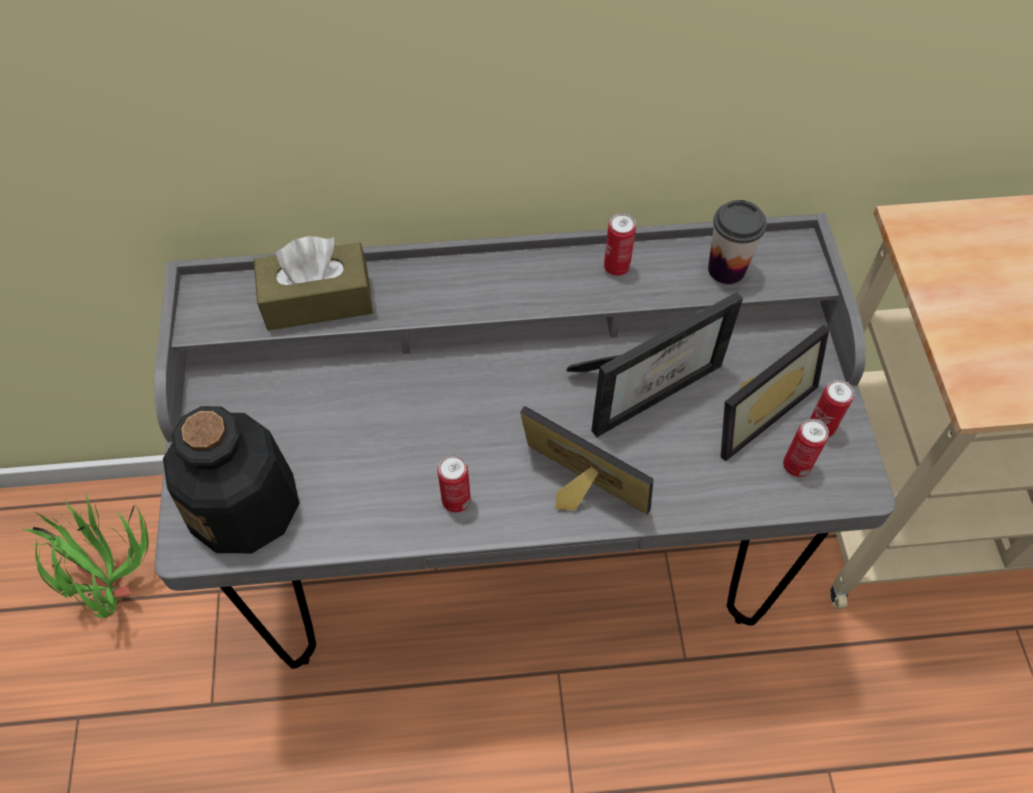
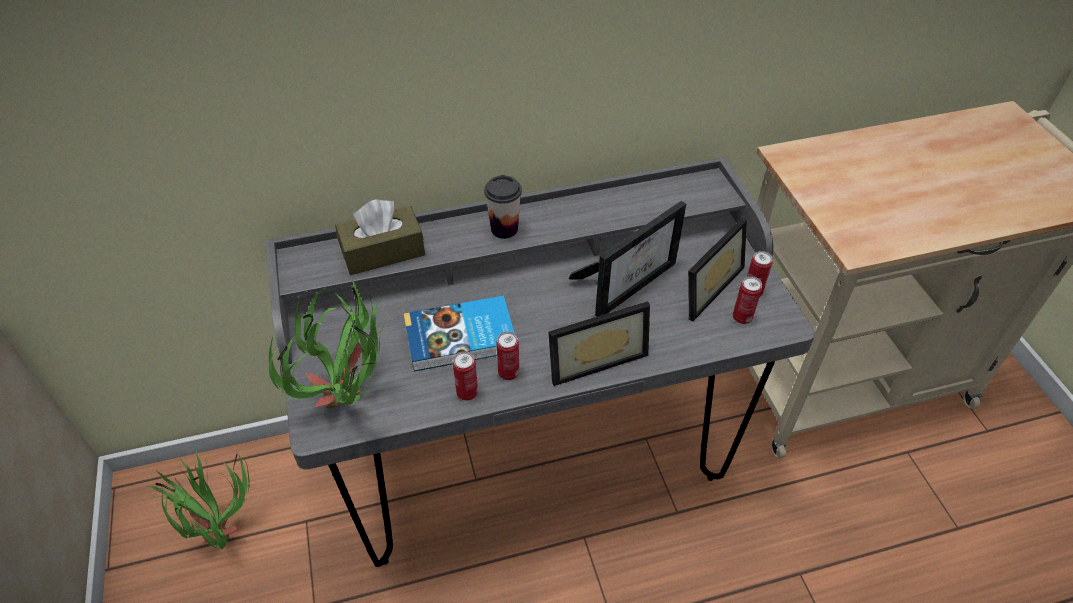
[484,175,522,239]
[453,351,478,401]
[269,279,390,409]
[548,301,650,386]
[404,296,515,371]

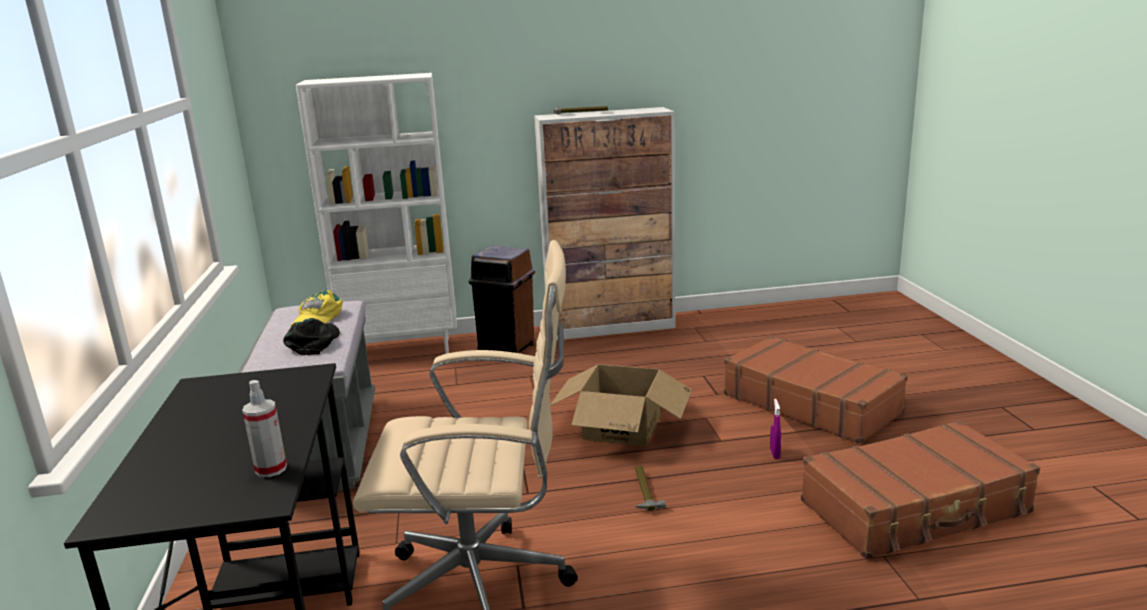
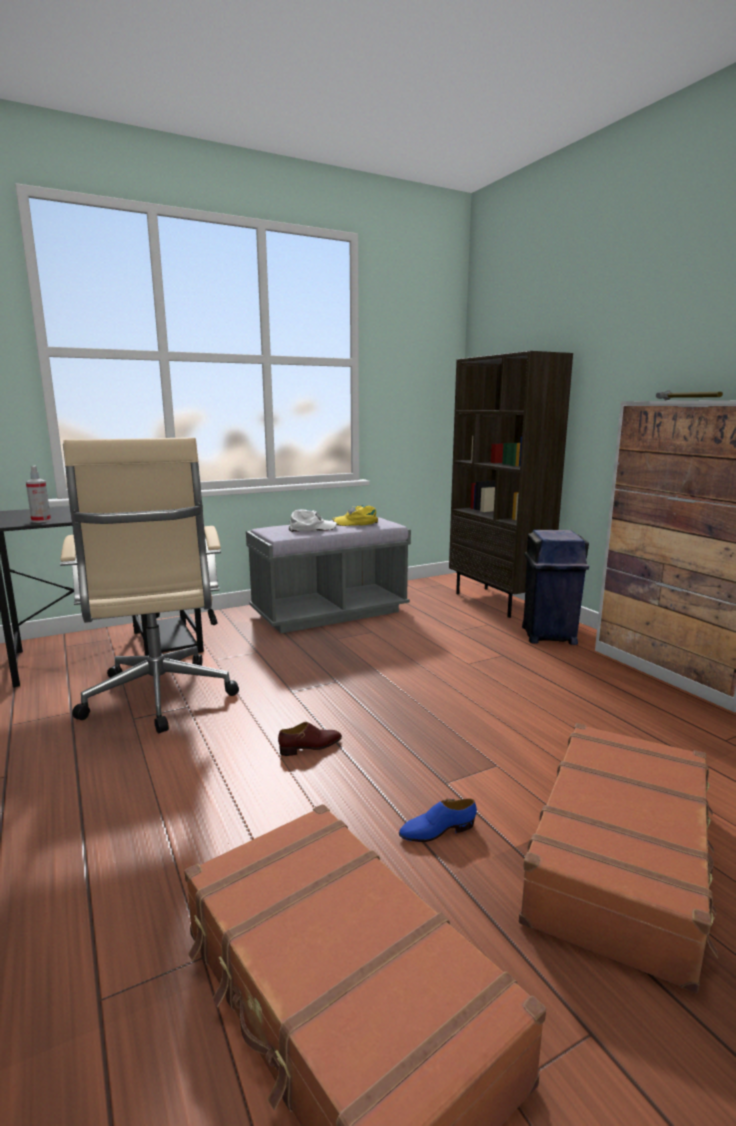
[449,351,573,618]
[522,530,589,645]
[289,509,337,532]
[550,364,692,446] (first image)
[399,799,477,842]
[278,722,342,756]

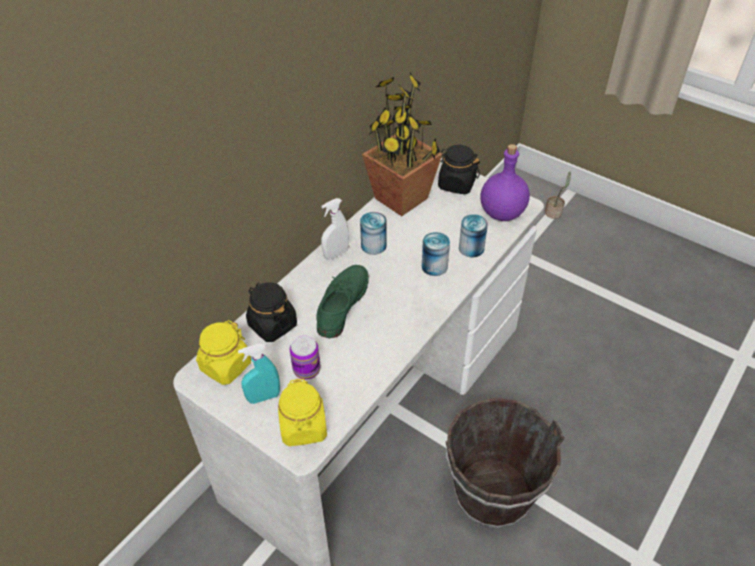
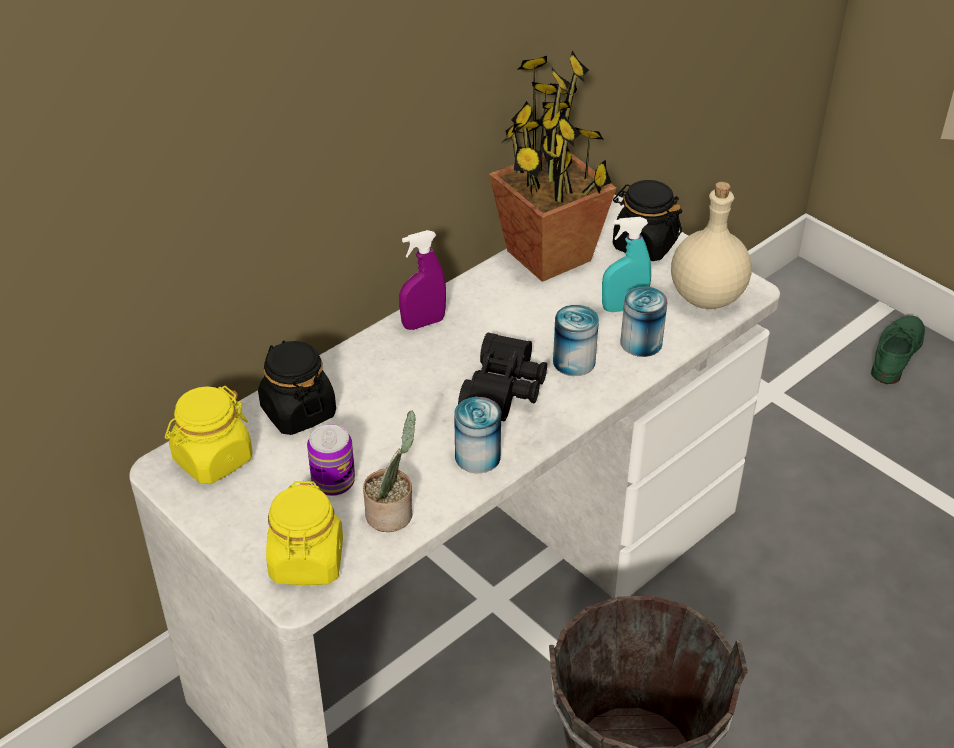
[671,182,752,309]
[363,411,416,532]
[399,230,446,330]
[454,397,501,473]
[871,316,925,384]
[602,217,651,312]
[458,333,547,421]

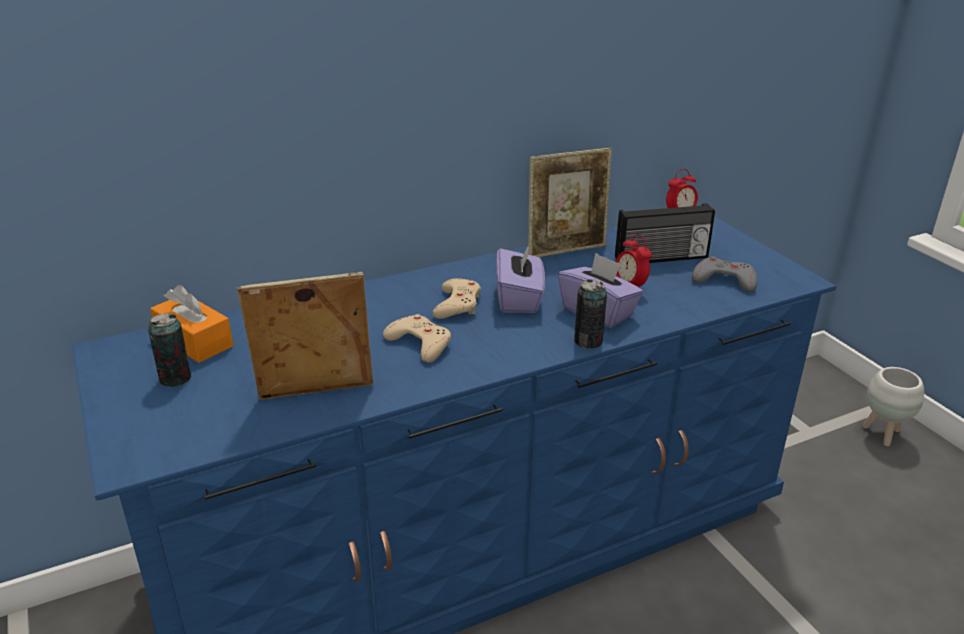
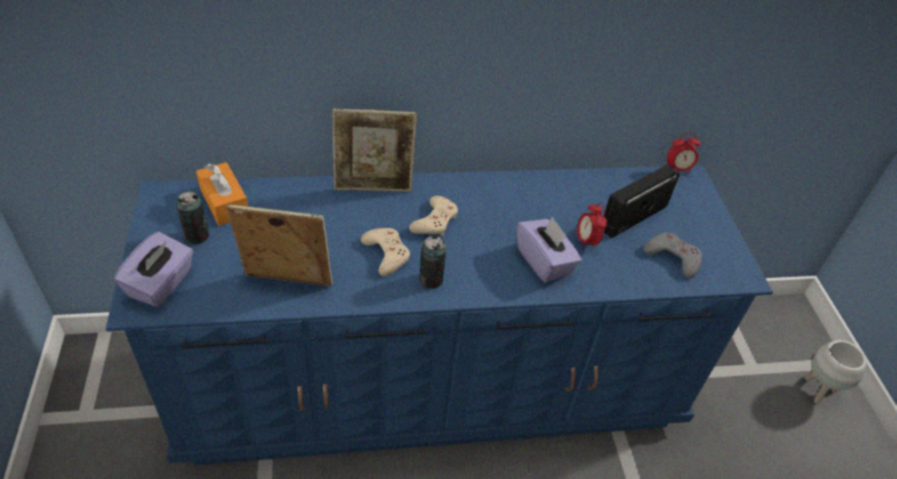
[333,109,417,192]
[604,164,680,238]
[114,231,194,307]
[419,236,446,289]

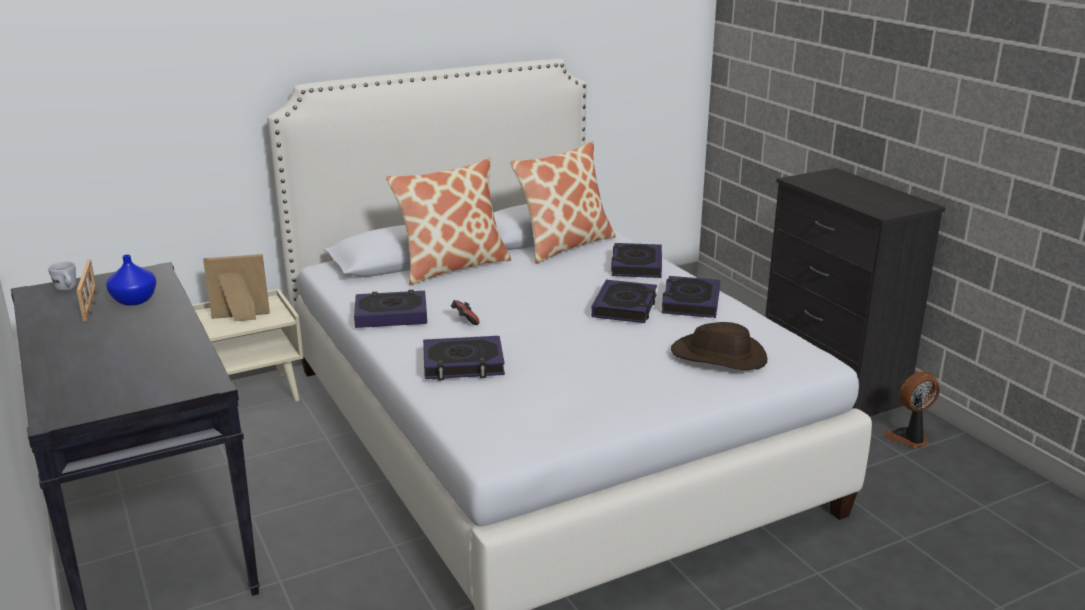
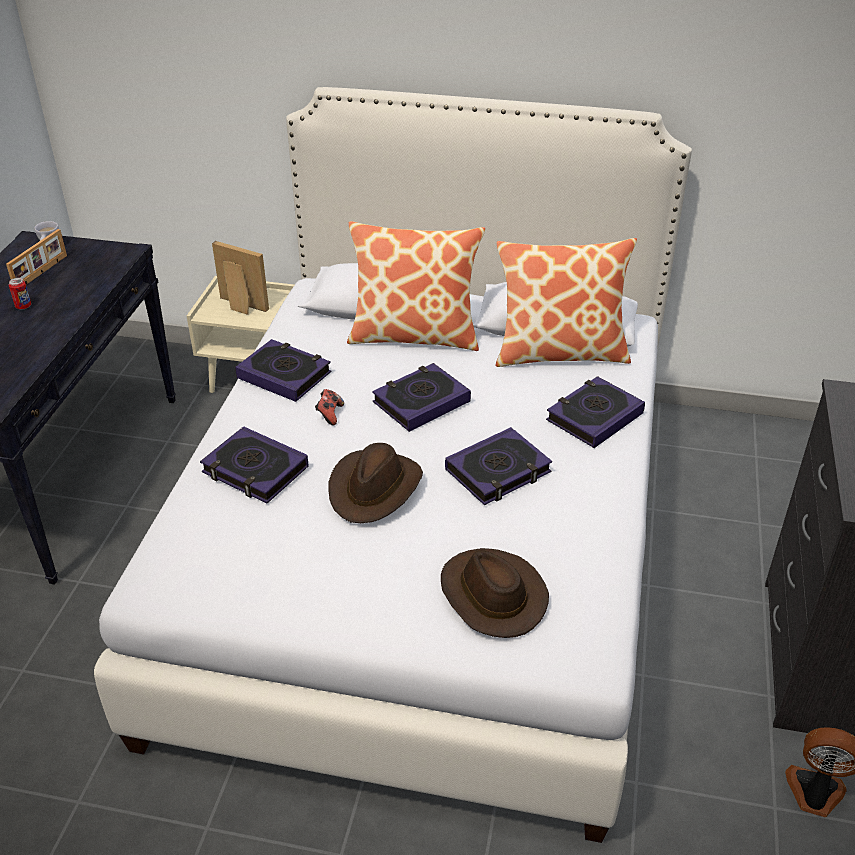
[106,254,156,306] (first image)
[372,363,471,432]
[9,278,31,310]
[329,443,423,523]

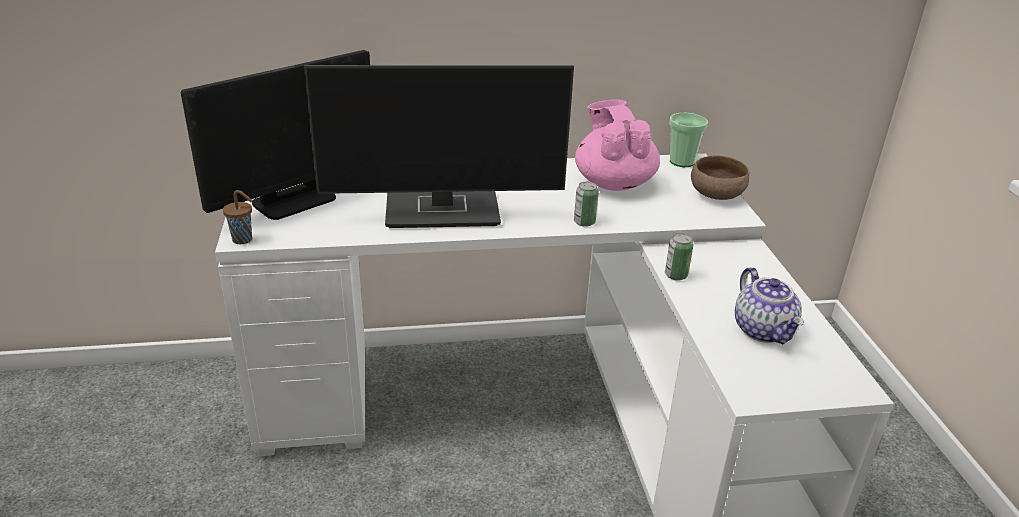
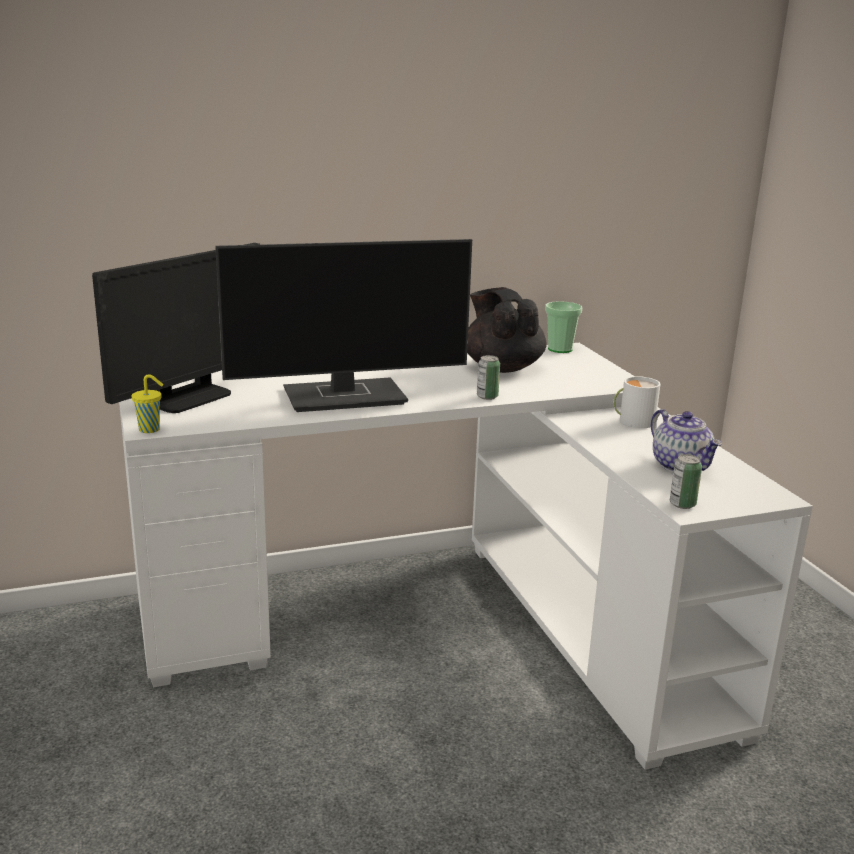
[467,287,547,373]
[691,155,749,200] (first image)
[131,374,163,433]
[670,454,702,509]
[613,376,661,428]

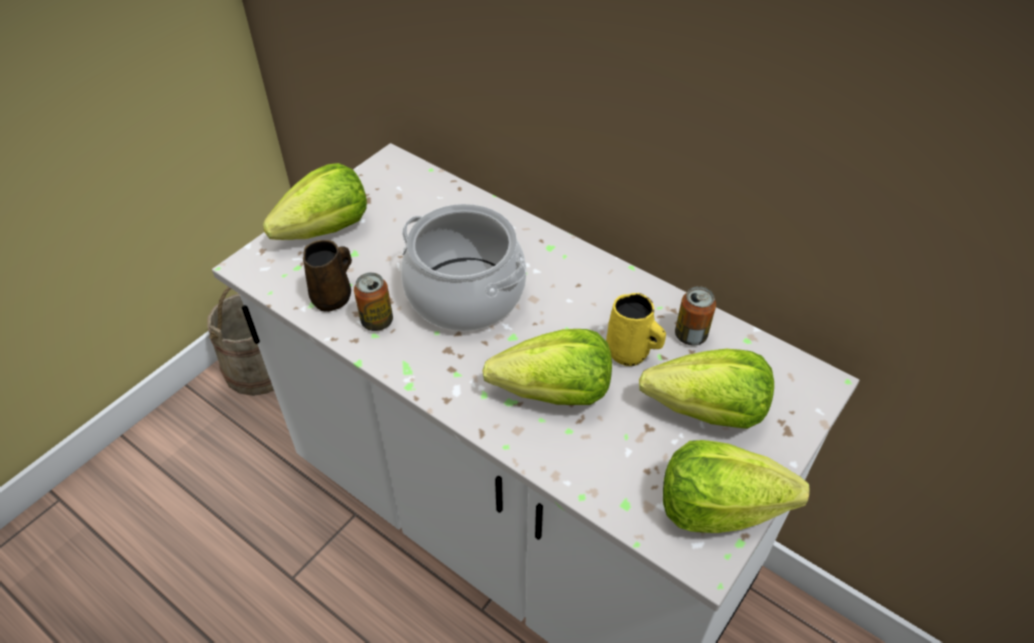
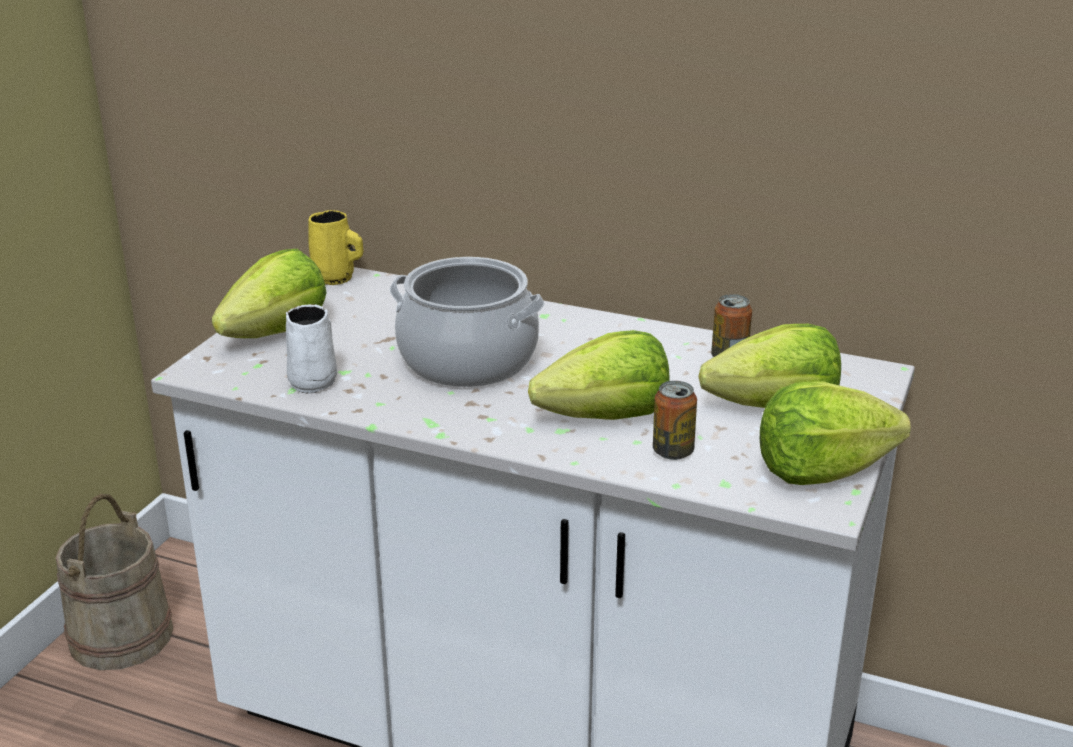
[286,304,337,394]
[653,381,697,460]
[308,210,363,285]

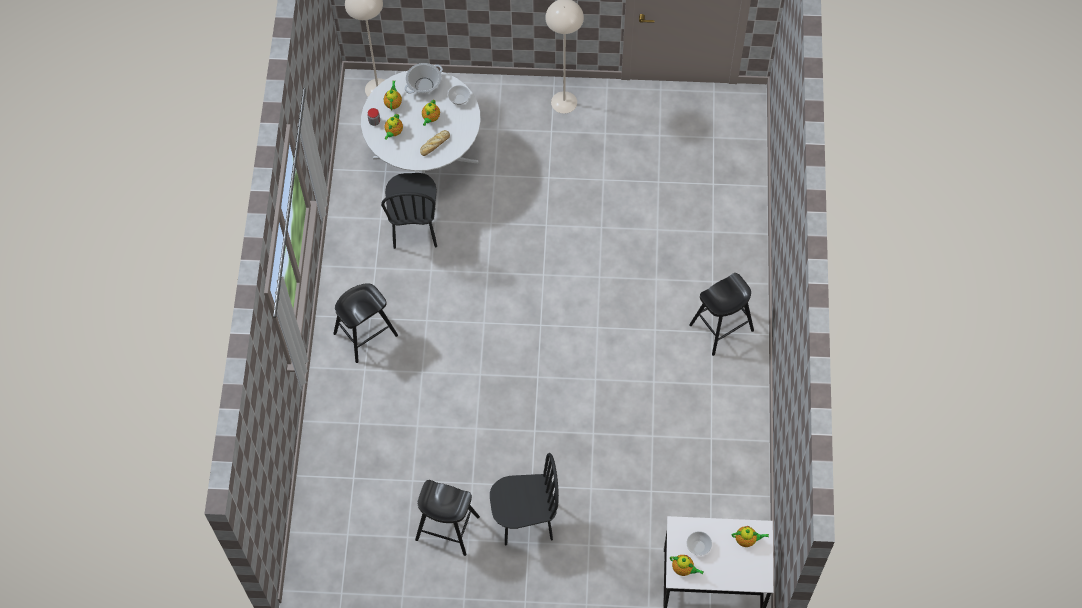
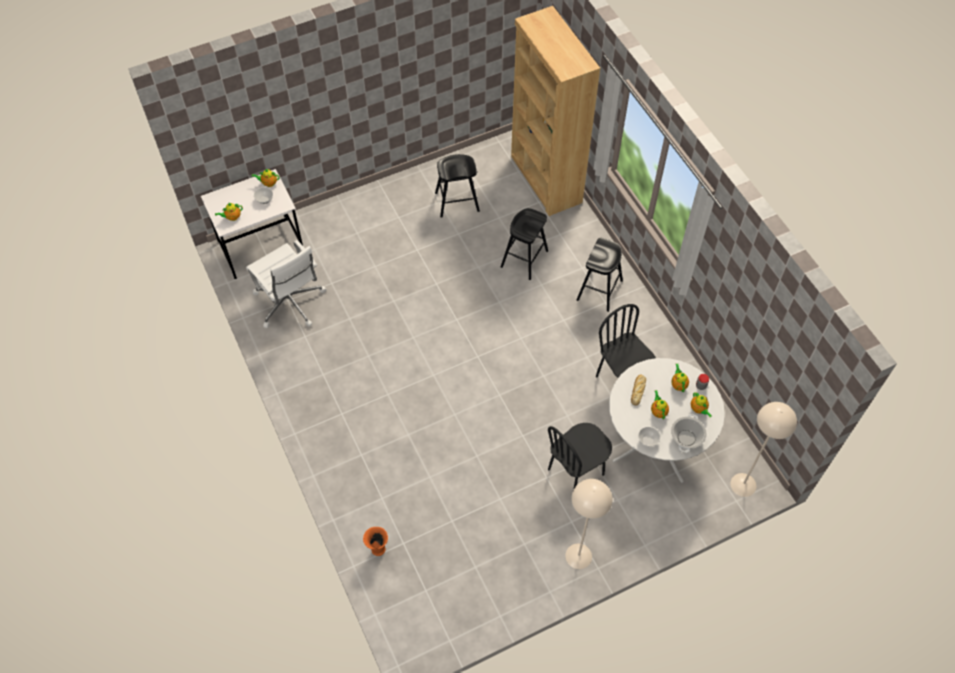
[501,208,548,280]
[548,423,612,490]
[511,6,600,216]
[246,240,327,328]
[363,527,388,556]

